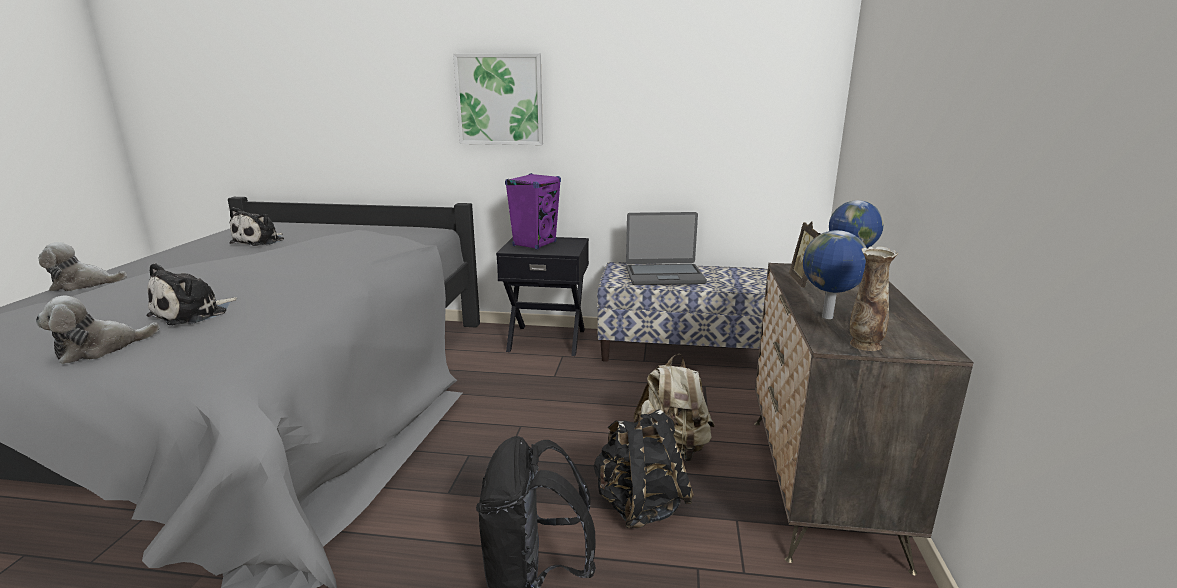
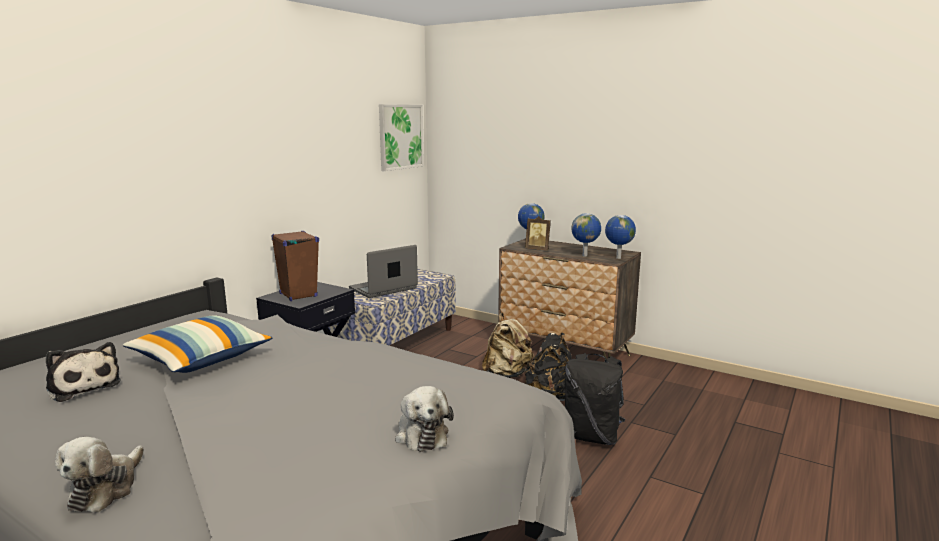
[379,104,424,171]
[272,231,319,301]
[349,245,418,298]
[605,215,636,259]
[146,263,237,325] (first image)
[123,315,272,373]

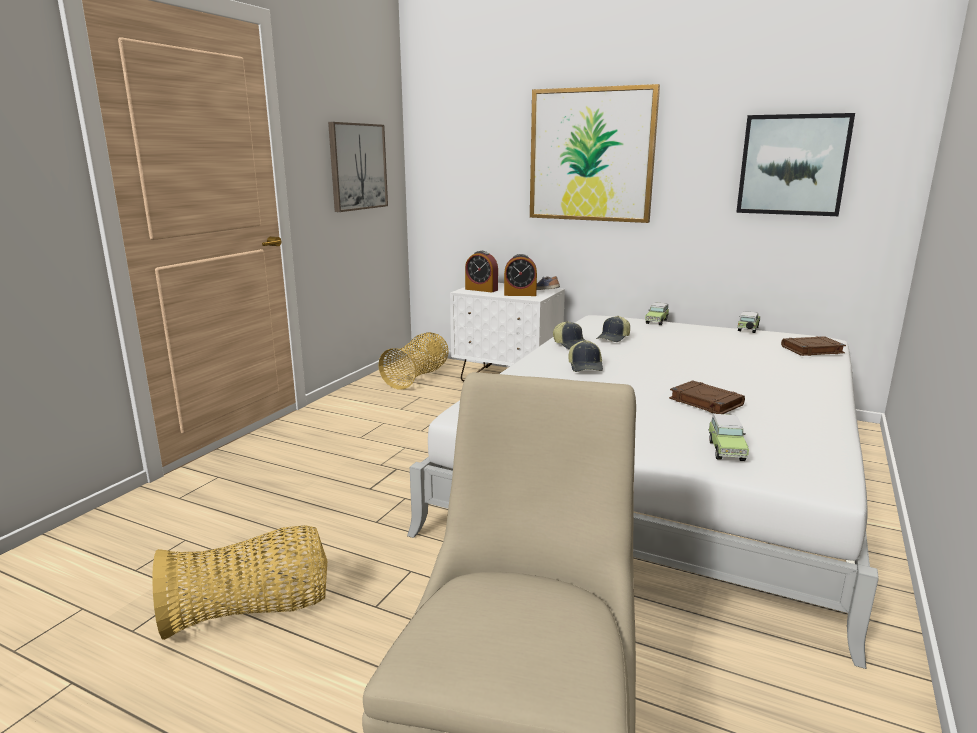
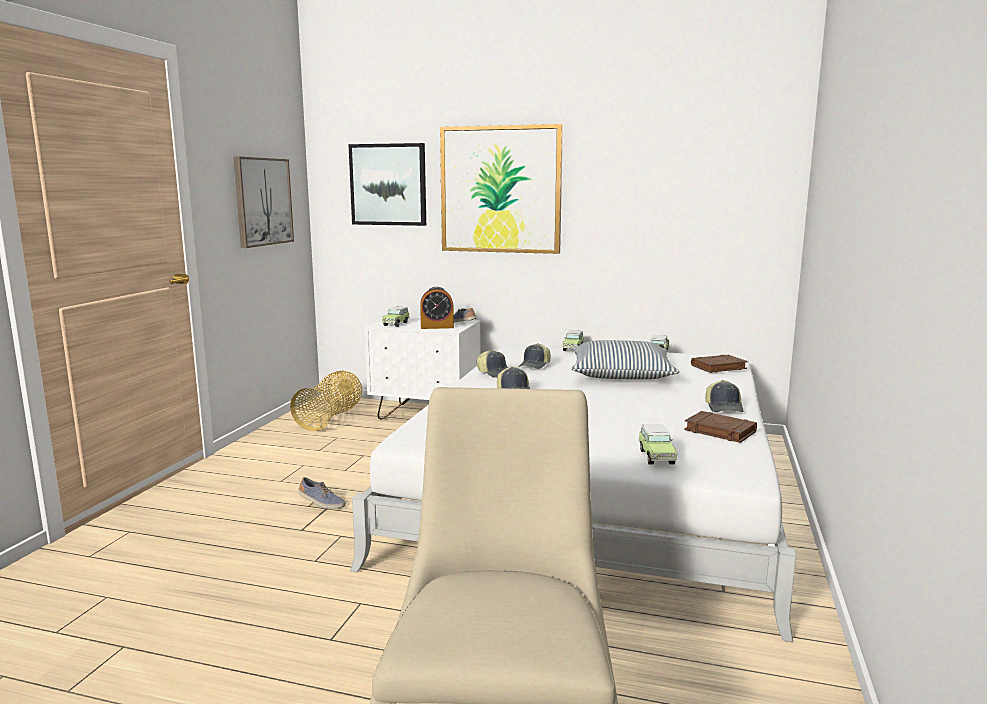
[348,143,426,226]
[382,307,410,327]
[684,411,757,443]
[152,525,327,640] (first image)
[571,340,680,380]
[705,380,743,412]
[298,477,346,509]

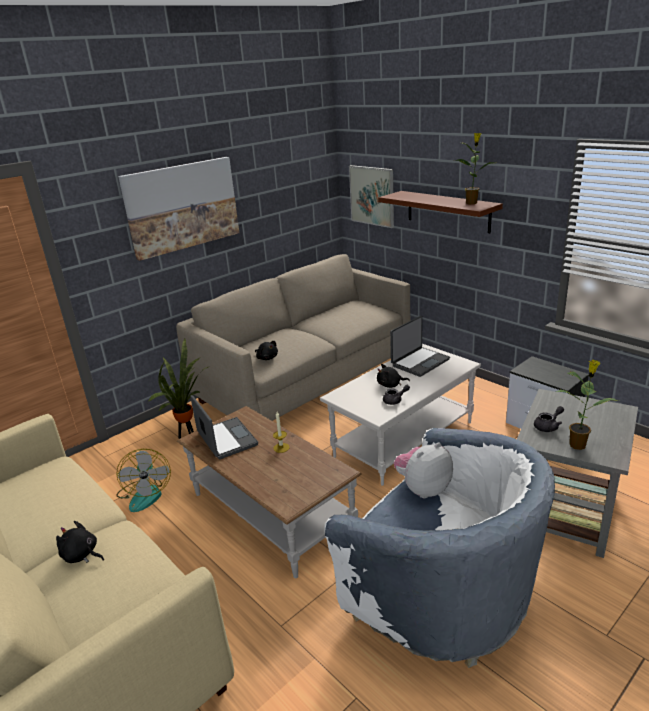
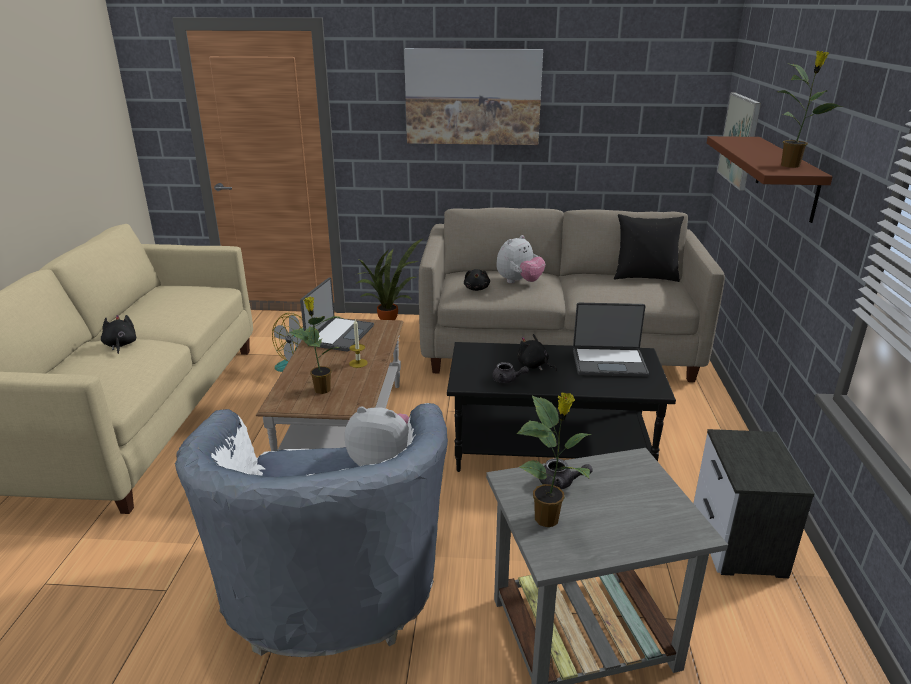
[447,342,676,472]
[614,214,684,282]
[496,235,545,283]
[289,297,341,394]

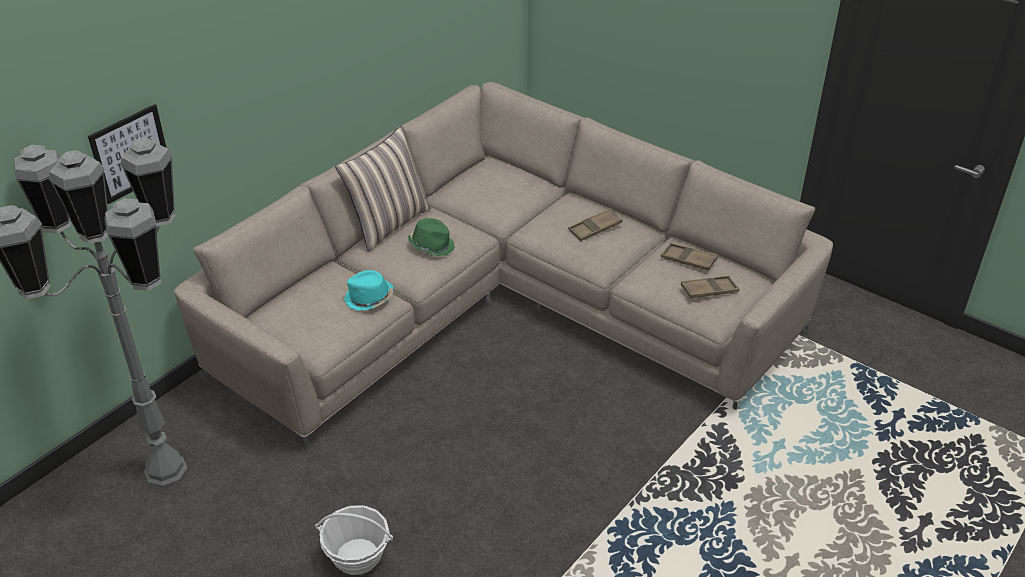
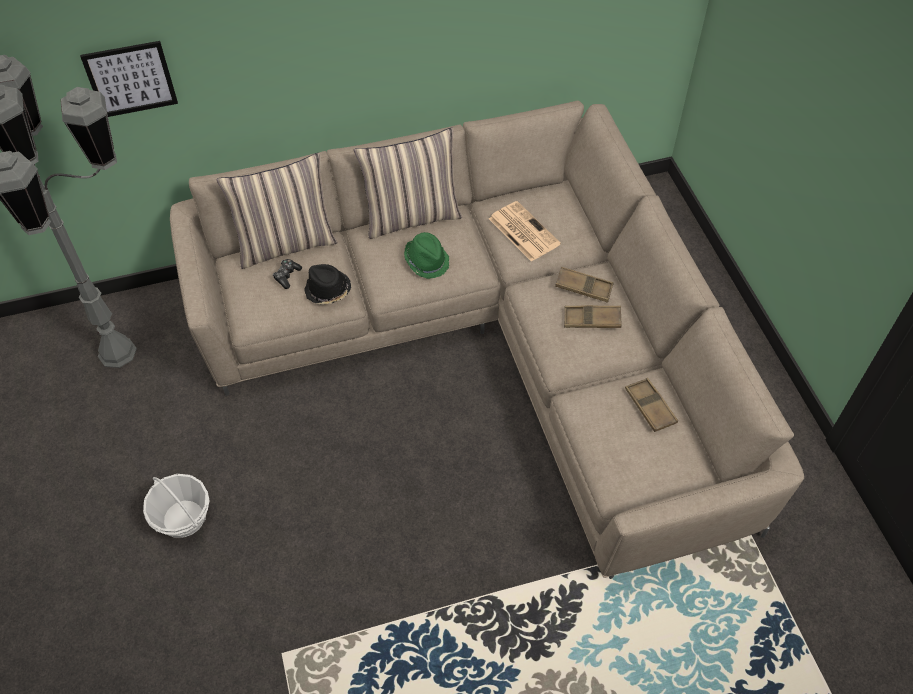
[304,264,351,305]
[555,267,614,303]
[216,153,338,269]
[489,201,561,262]
[273,259,302,289]

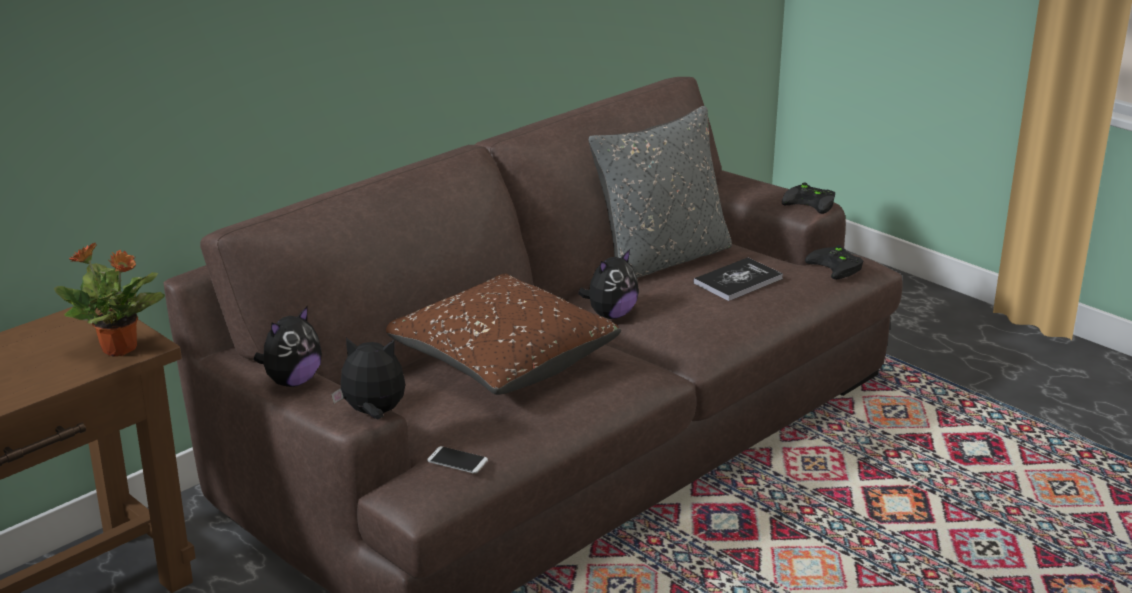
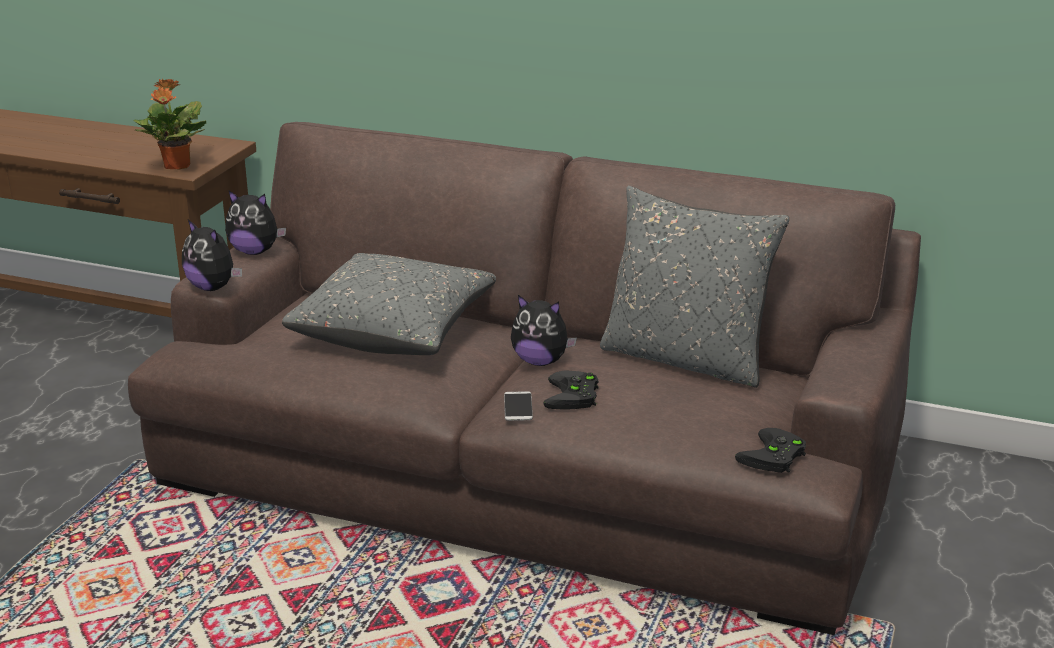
[544,371,599,410]
[694,258,783,301] (first image)
[282,253,496,355]
[182,220,242,291]
[504,391,533,421]

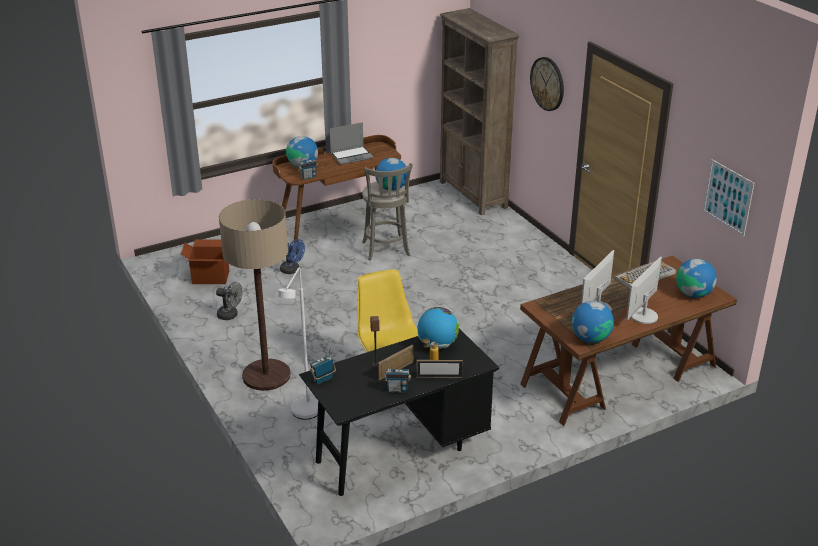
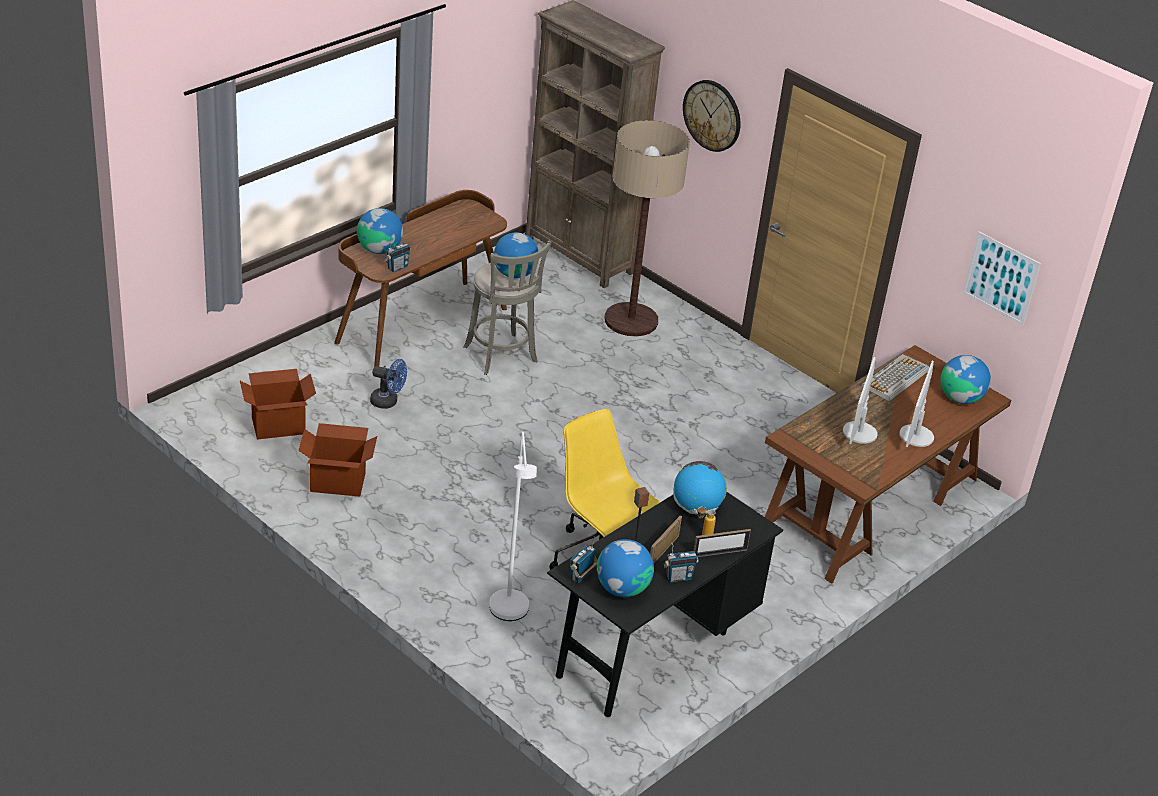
[330,122,374,165] (first image)
[605,120,690,336]
[298,423,377,497]
[597,539,654,597]

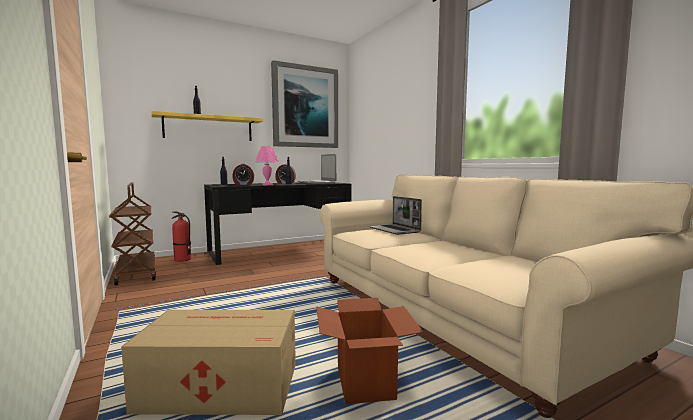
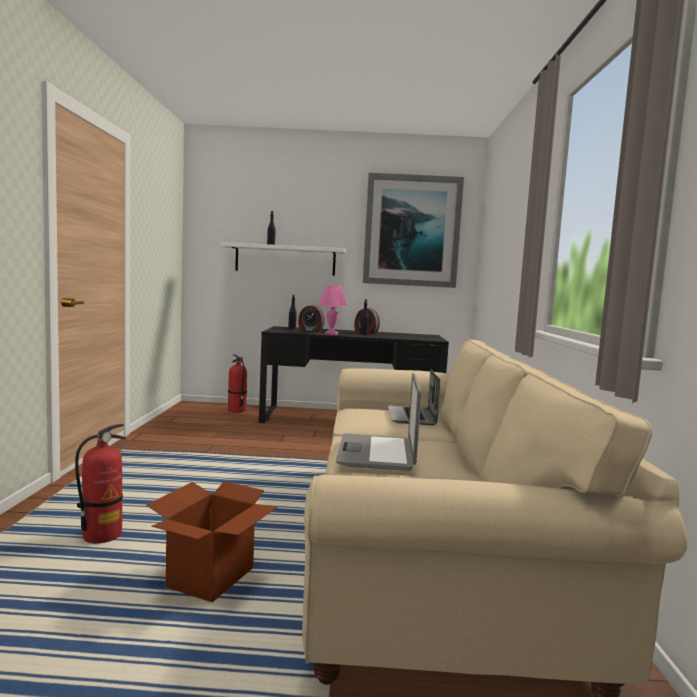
[220,242,346,276]
[336,373,422,471]
[109,182,156,285] (first image)
[75,424,126,543]

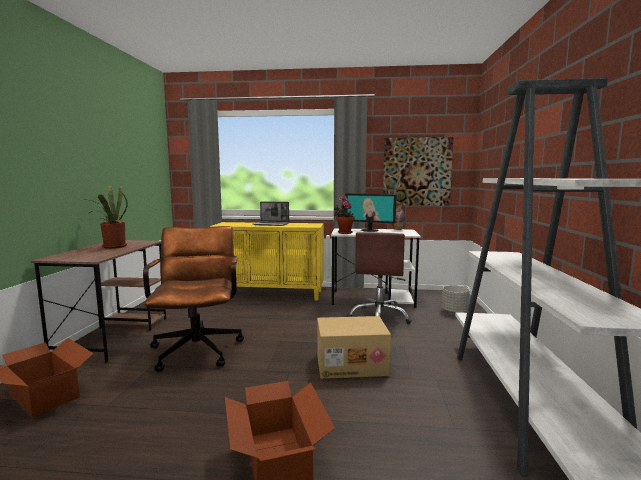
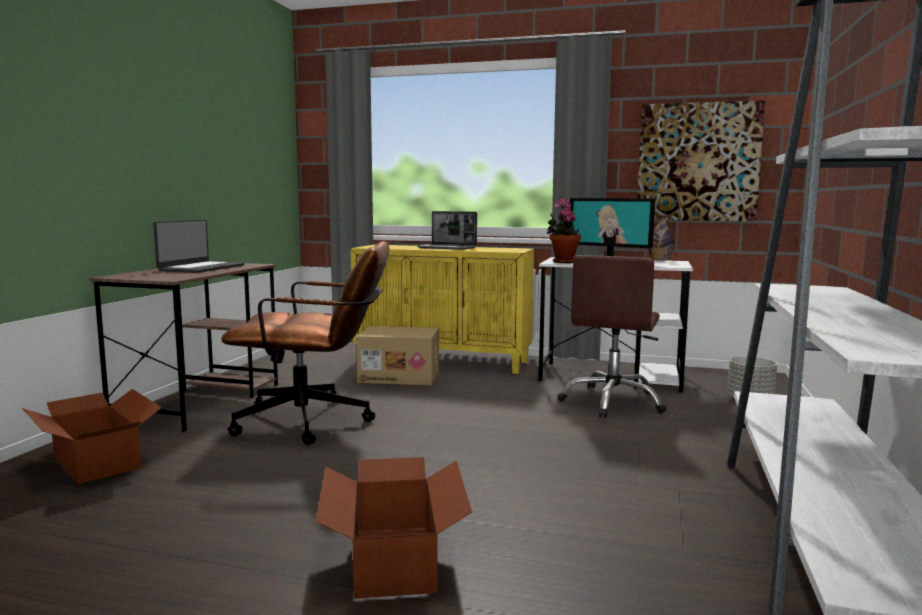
[153,219,244,273]
[221,241,389,445]
[356,326,439,385]

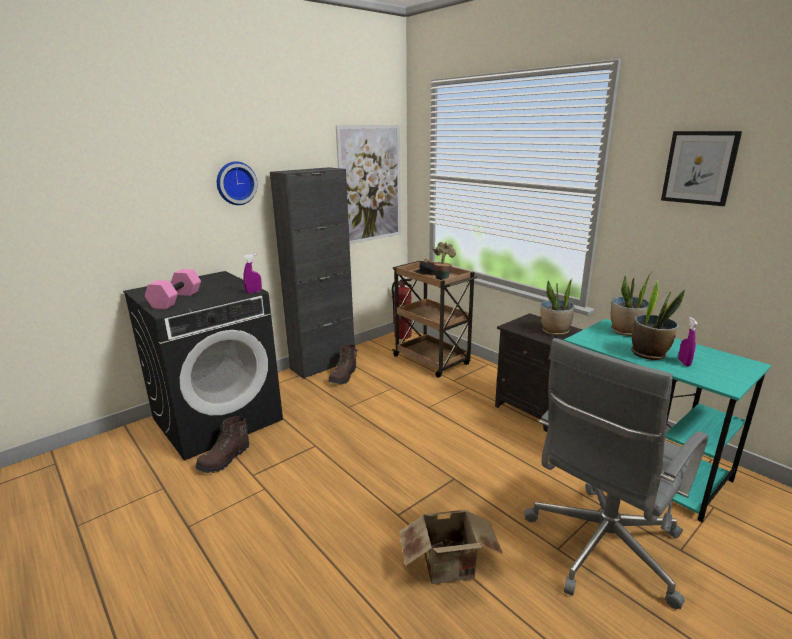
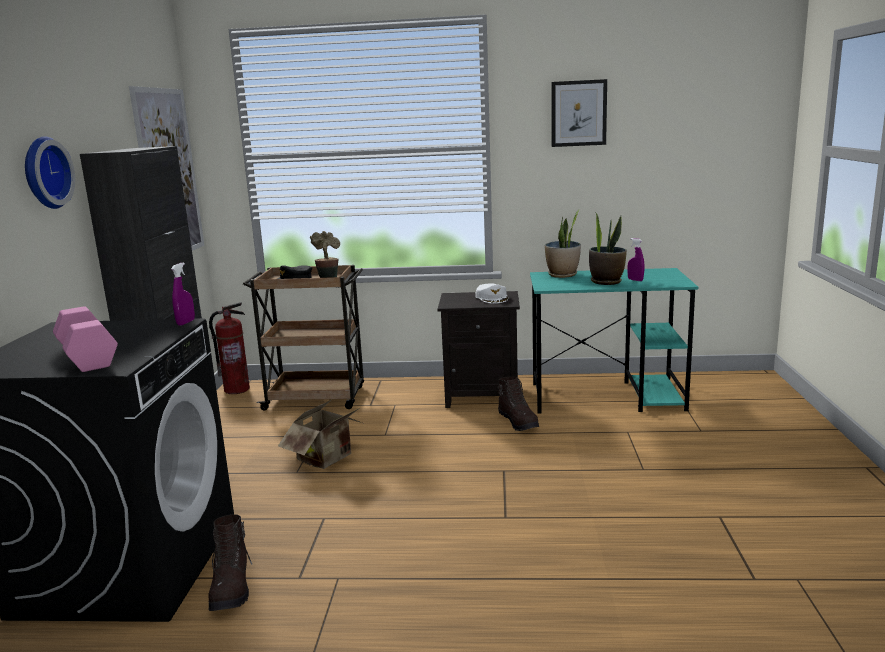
[475,284,508,304]
[524,338,708,610] (first image)
[497,377,539,431]
[278,400,365,469]

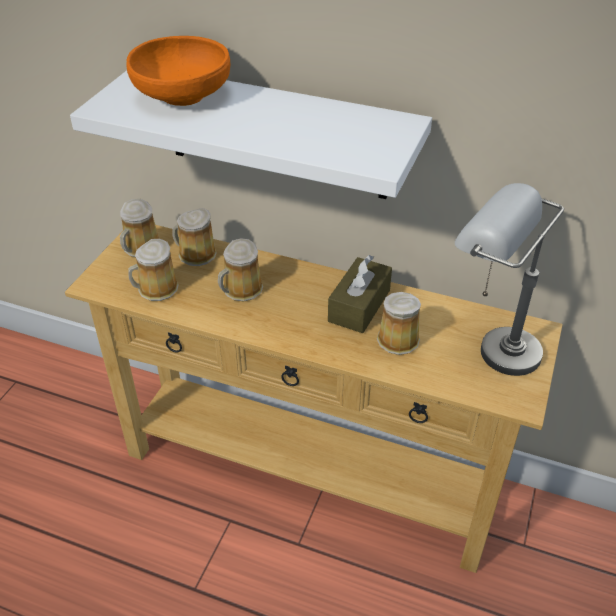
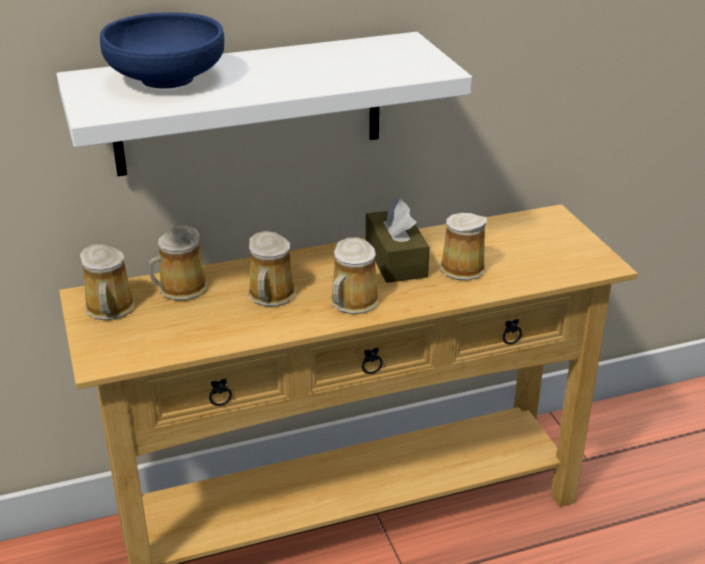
[100,12,224,89]
[455,183,564,376] (first image)
[330,237,379,314]

